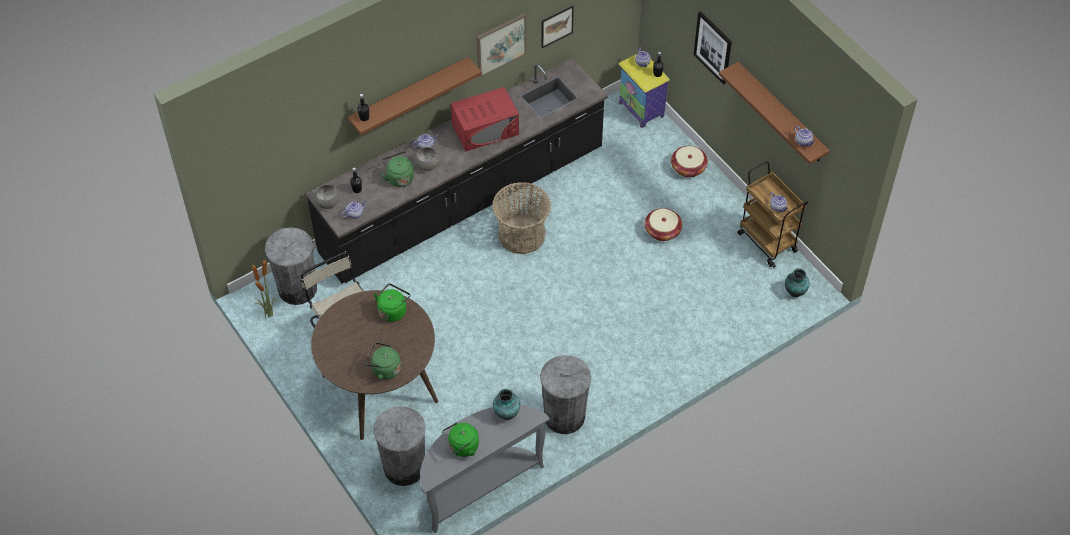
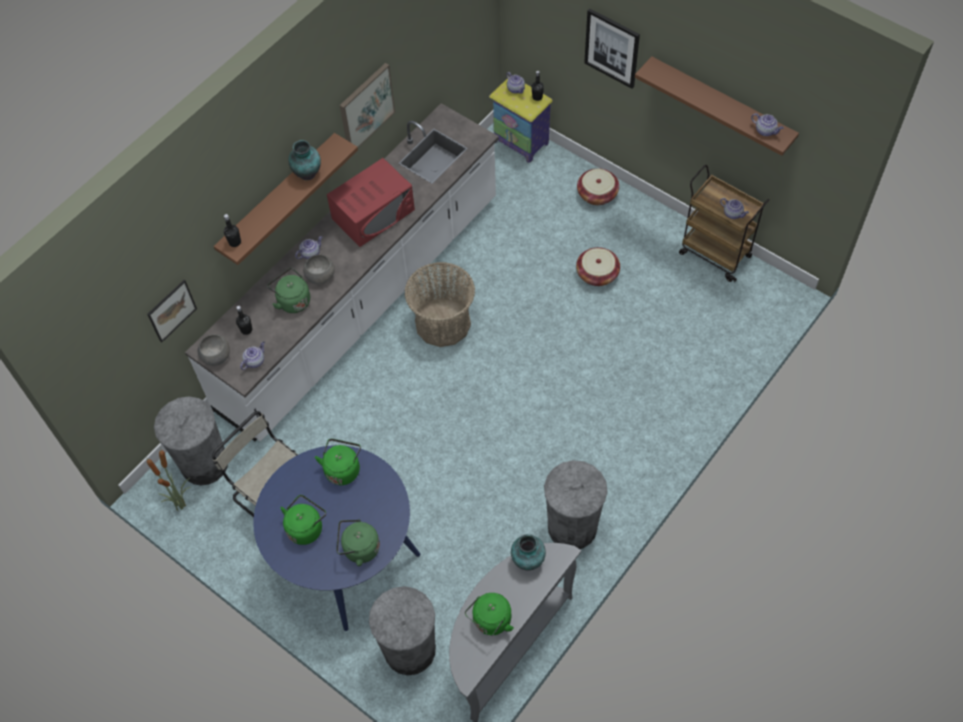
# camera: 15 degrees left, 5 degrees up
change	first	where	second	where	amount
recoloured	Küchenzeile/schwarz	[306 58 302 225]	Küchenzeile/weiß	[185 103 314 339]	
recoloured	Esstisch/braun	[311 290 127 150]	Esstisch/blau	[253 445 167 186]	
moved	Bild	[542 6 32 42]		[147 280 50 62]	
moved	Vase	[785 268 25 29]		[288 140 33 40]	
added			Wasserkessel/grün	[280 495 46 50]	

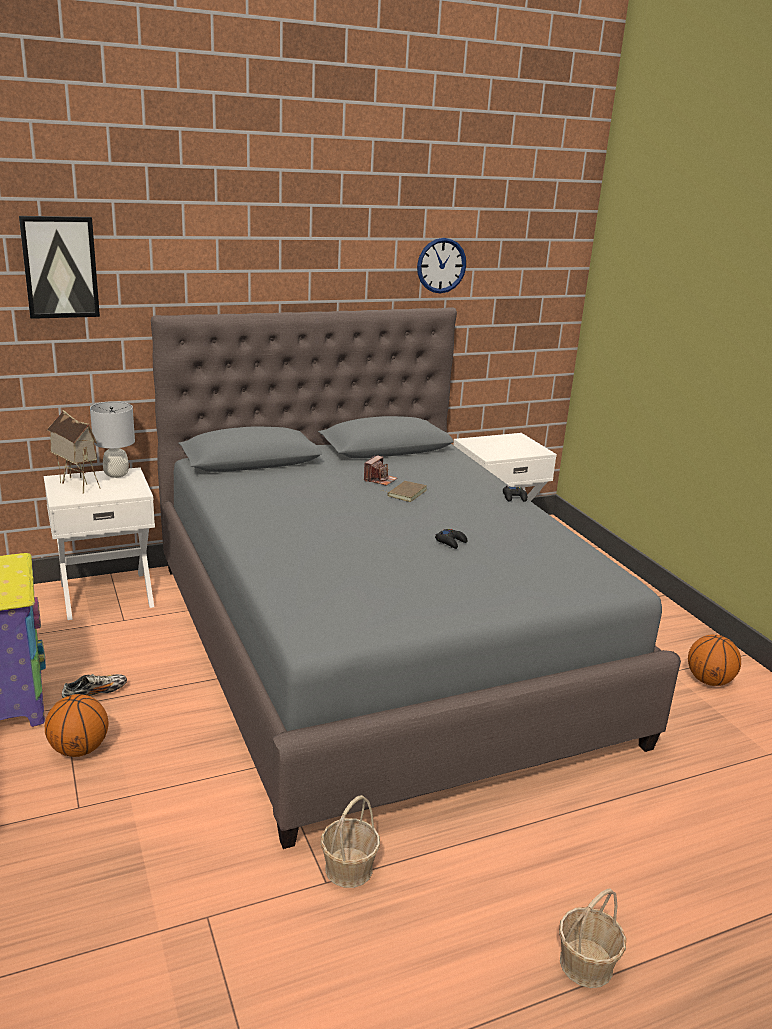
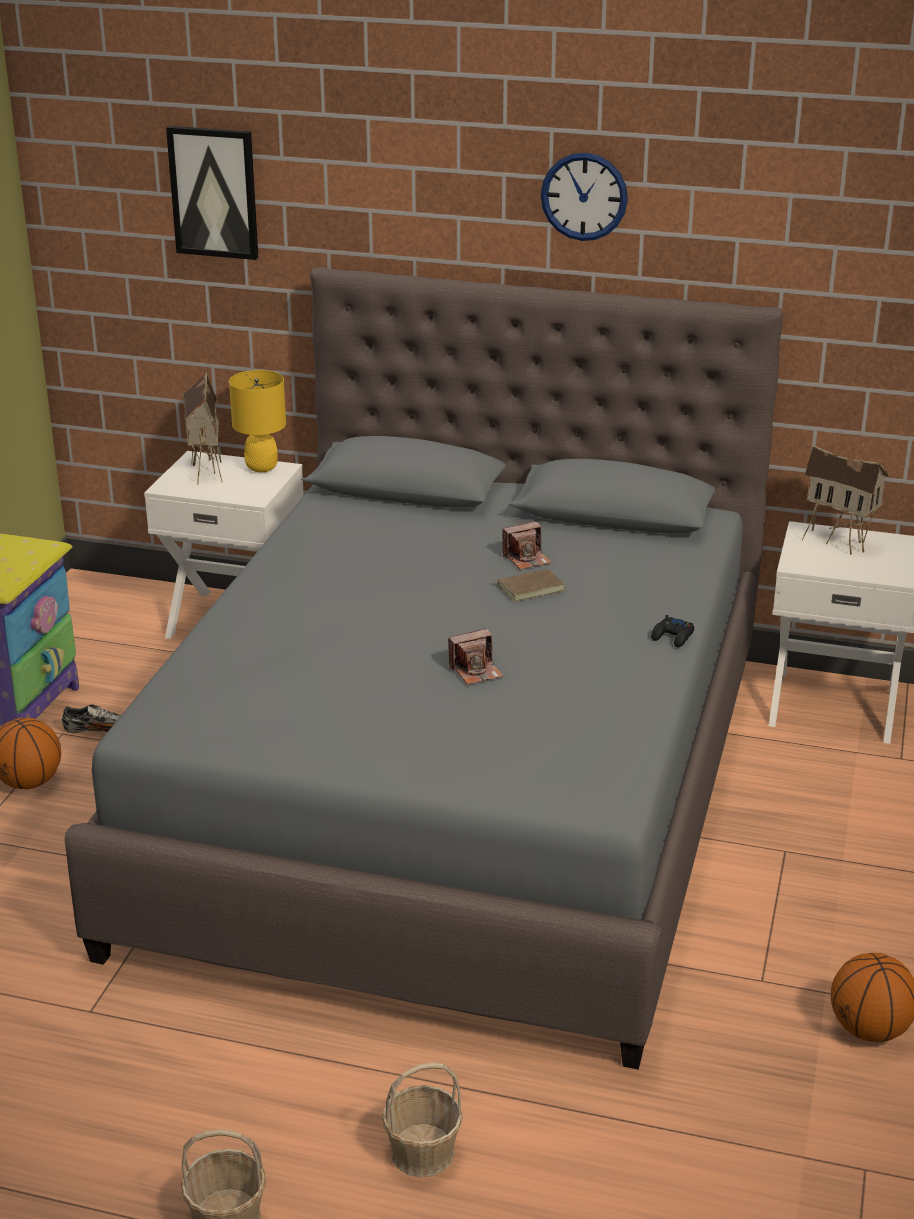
# camera: 40 degrees right, 5 degrees up
change	first	where	second	where	amount
recoloured	Tischlampe/grau	[90 401 45 77]	Tischlampe/gelb	[229 370 57 103]	
moved	Korb	[321 795 59 93]		[382 1062 81 115]	
moved	Wanduhr	[417 238 49 55]		[541 153 87 88]	
replaced	Gamepad/schwarz	[435 529 32 20]	Kamera	[448 628 55 57]	
added			Spielzeughaus	[801 445 89 110]	

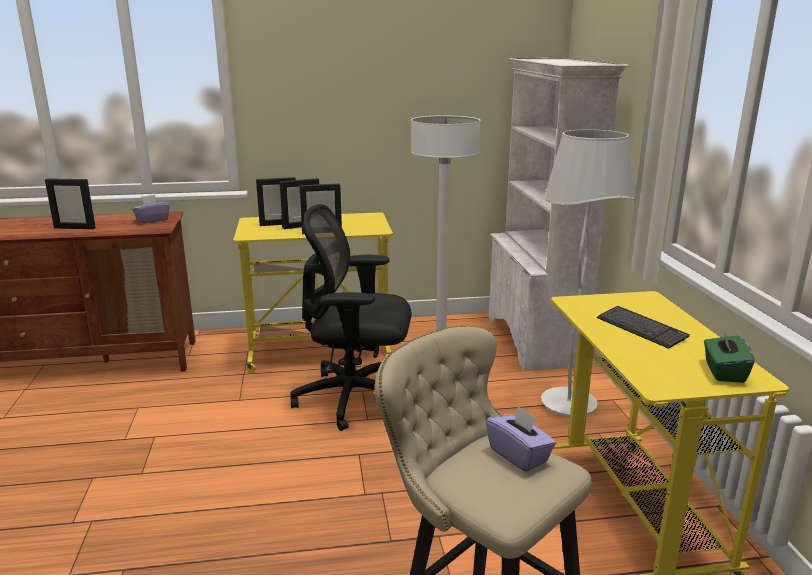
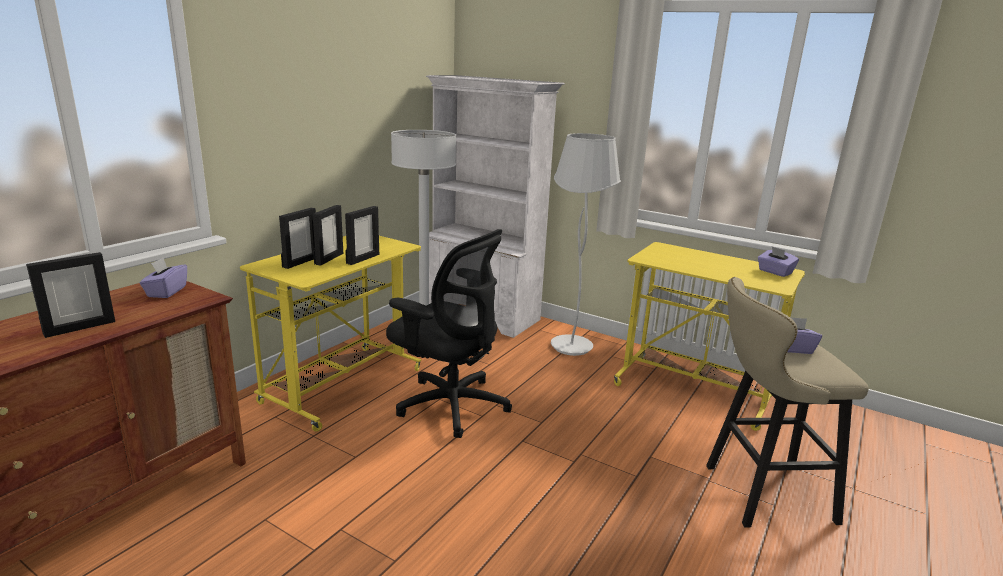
# camera: 50 degrees left, 0 degrees up
change	first	where	second	where	amount
turned	Bürostuhl/schwarz	[290 204 121 227]		[386 229 126 209]	105 degrees counterclockwise
removed	Tastatur	[597 306 93 43]			
recoloured	Taschentuchbox/grün	[704 332 51 51]	Taschentuchbox/lila	[758 247 41 30]	

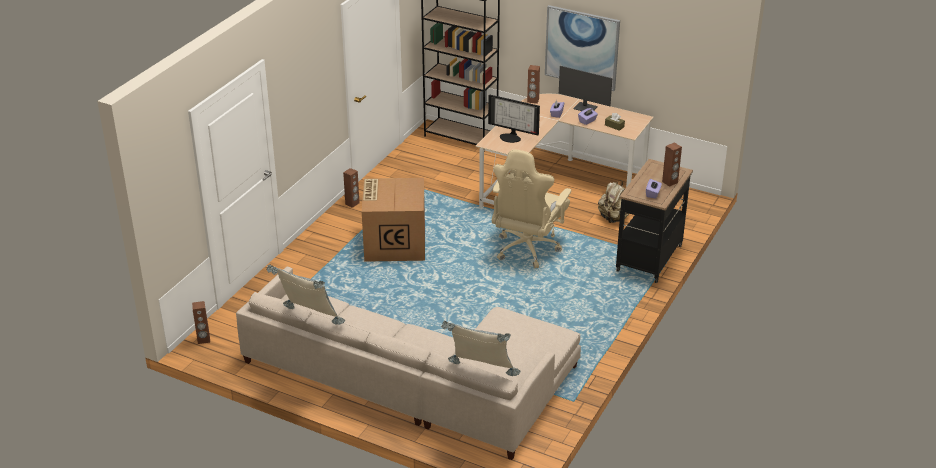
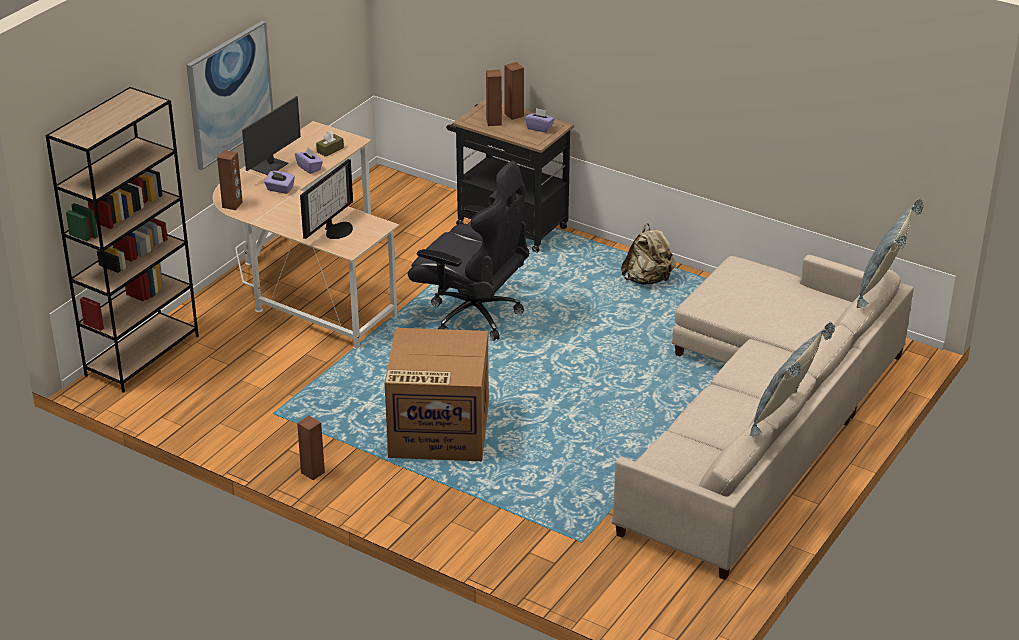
# camera: 85 degrees left, 0 degrees up
change	first	where	second	where	amount
moved	Lautsprecher/braun	[192 301 18 43]		[486 69 16 57]	
recoloured	Bürostuhl/beige	[492 150 79 119]	Bürostuhl/schwarz	[408 161 121 180]	
moved	Rucksack/beige	[598 180 31 43]		[621 223 55 62]	

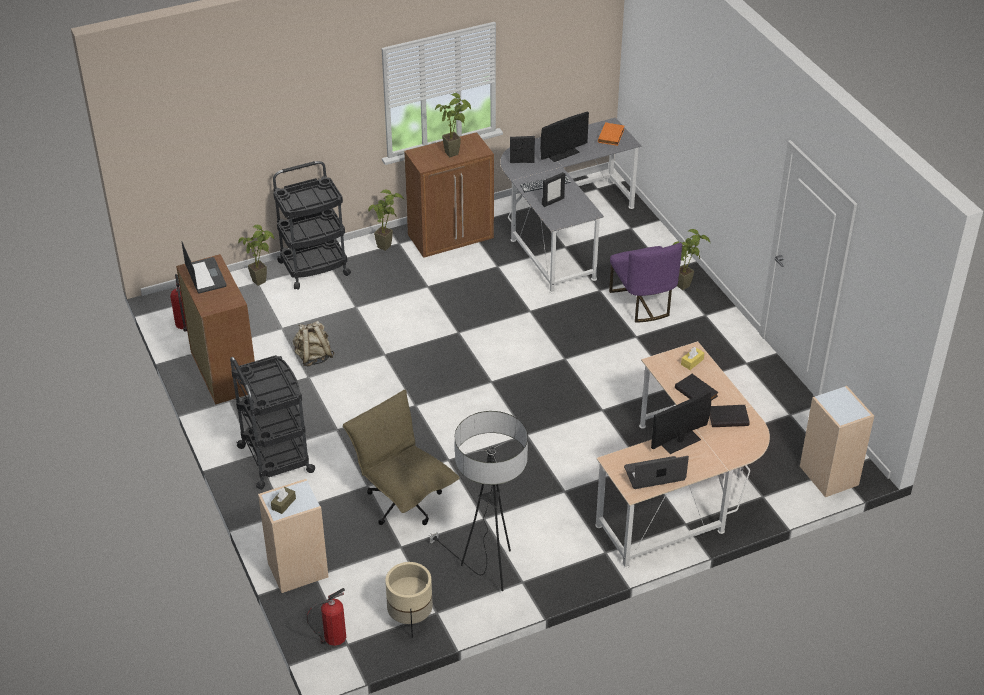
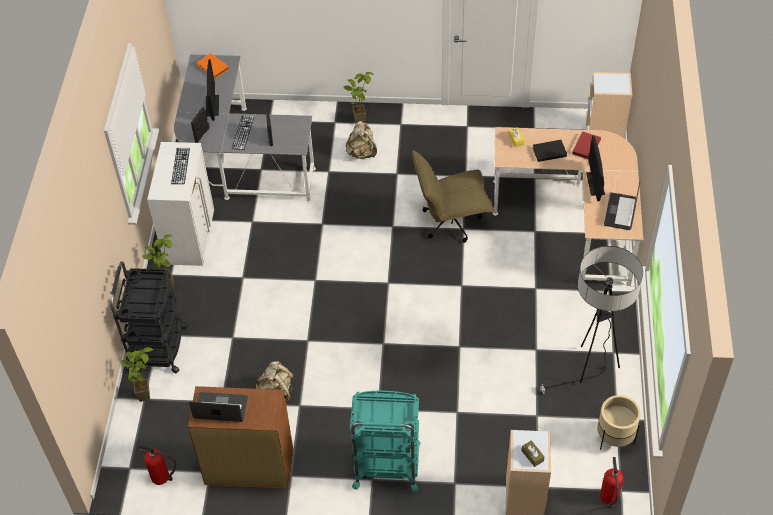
# camera: 60 degrees left, 10 degrees up
change	first	where	second	where	amount
recoloured	Rollwagen/schwarz	[230 355 85 135]	Rollwagen/türkis	[350 391 70 101]	
moved	Bürostuhl/beige	[343 390 117 135]		[412 150 83 93]	
recoloured	Schrank/braun	[404 132 90 126]	Schrank/weiß	[147 142 67 124]	
replaced	Topfpflanze	[435 93 36 64]	Tastatur	[171 148 19 36]	
replaced	Stuhl/lila	[609 243 73 80]	Rucksack/beige	[346 121 31 38]	
recoloured	Buch/schwarz	[710 405 40 22]	Buch/rot	[572 131 29 29]	

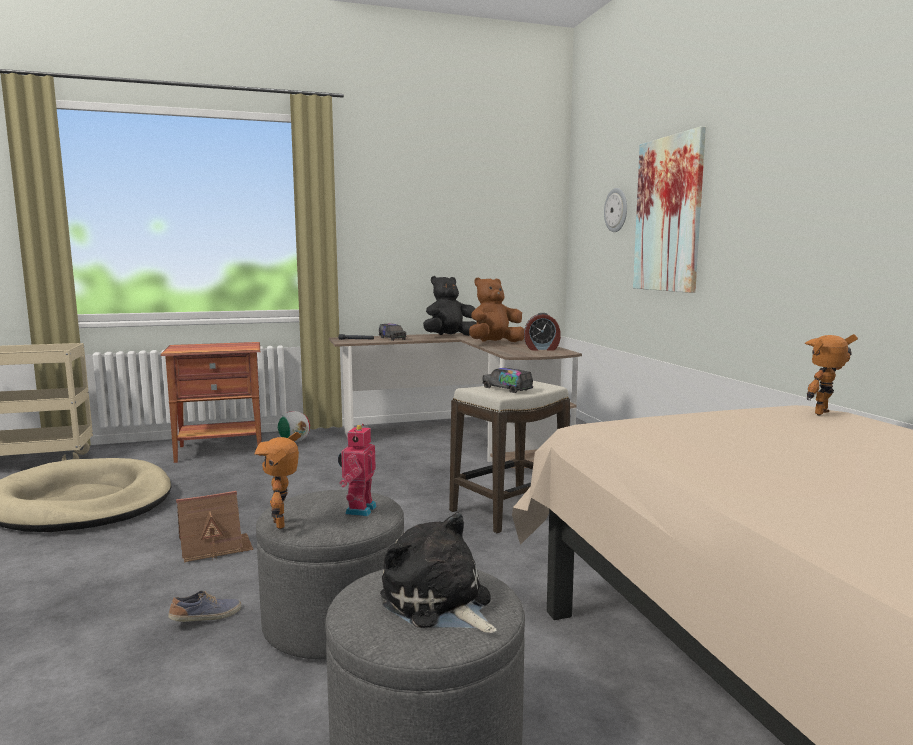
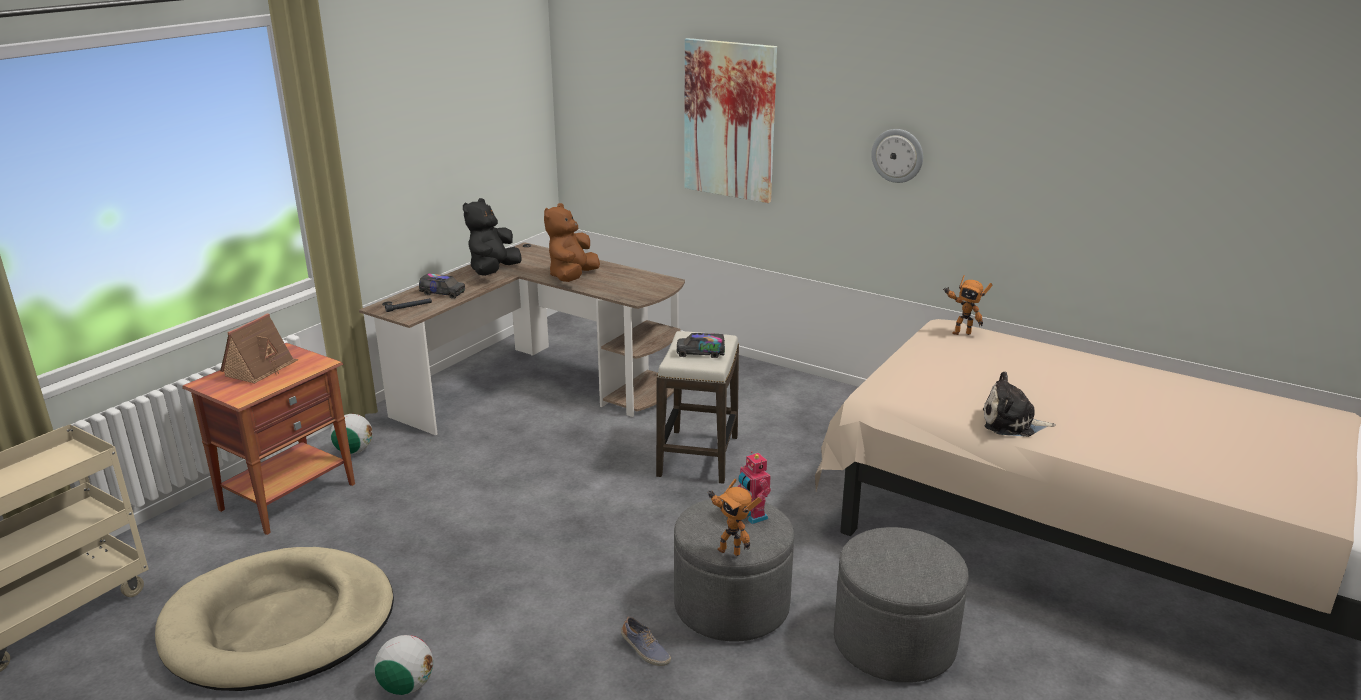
# camera: 40 degrees left, 15 degrees up
change	first	where	second	where	amount
turned	Schuh	[168 591 73 31]		[621 617 50 49]	120 degrees clockwise
moved	Spielzeughaus	[176 491 77 72]		[220 313 79 70]	
moved	Plüschtier	[380 513 116 120]		[983 372 73 65]	
removed	Wecker	[524 313 37 37]			
moved	Wanduhr	[604 188 23 44]		[871 129 52 54]	
turned	Spielzeugroboter	[805 334 53 81]		[943 275 49 60]	90 degrees counterclockwise
added			Fußball	[374 635 59 60]	

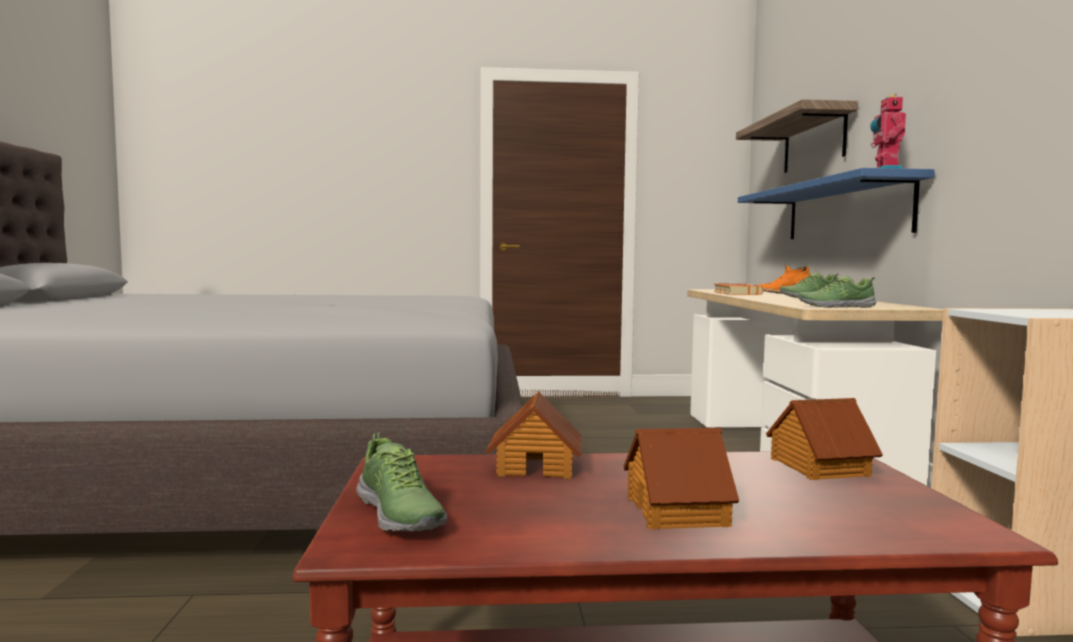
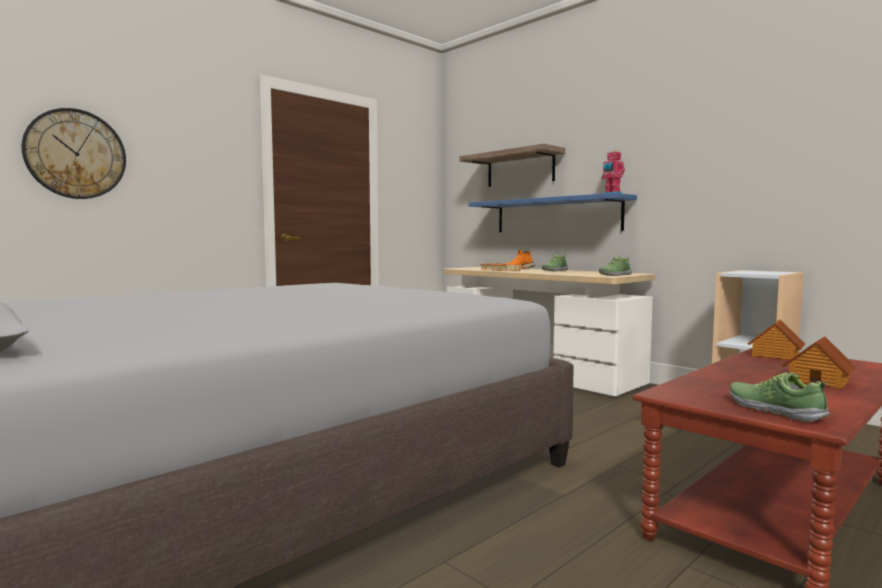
# camera: 40 degrees left, 0 degrees up
change	first	where	second	where	amount
turned	Schuh	[357 432 90 100]		[730 372 100 50]	135 degrees counterclockwise
removed	Spielzeughaus	[485 391 97 88]			
added			Wanduhr	[21 108 105 91]	

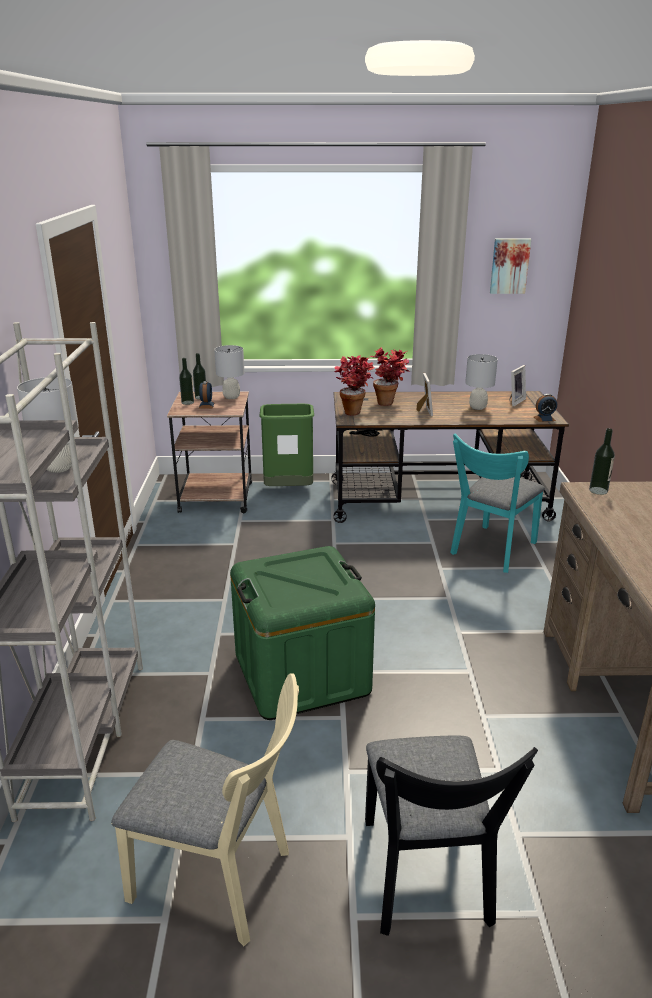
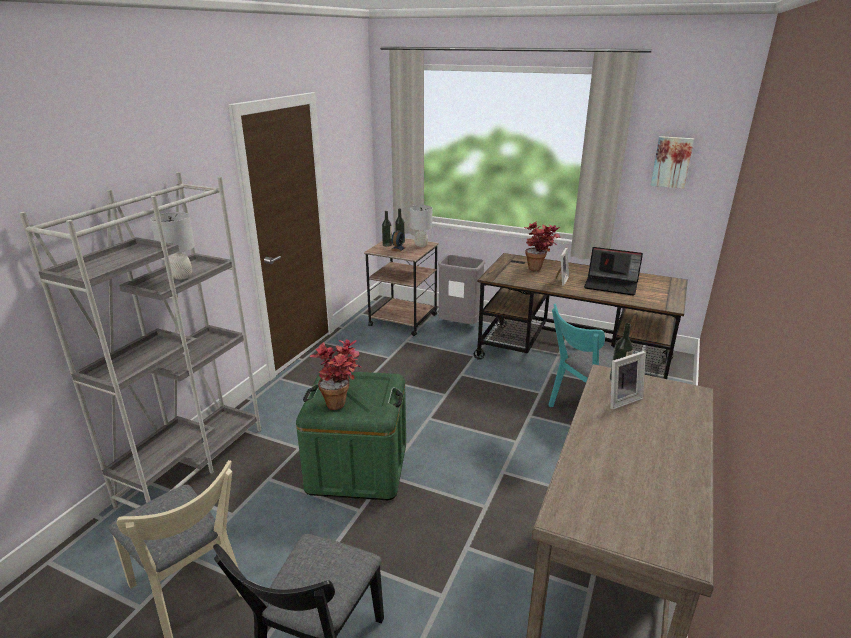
# camera: 25 degrees right, 0 degrees up
change	first	where	second	where	amount
recoloured	Mülleimer/grün	[259 404 55 82]	Mülleimer/grau	[438 255 47 69]	
moved	Topfpflanze	[334 356 41 60]		[309 339 53 71]	
replaced	Tischlampe/grau	[465 354 33 56]	Laptop	[584 247 59 49]	
moved	Bilderrahmen	[509 365 17 41]		[610 351 36 59]	
removed	Wecker	[534 394 23 28]			

